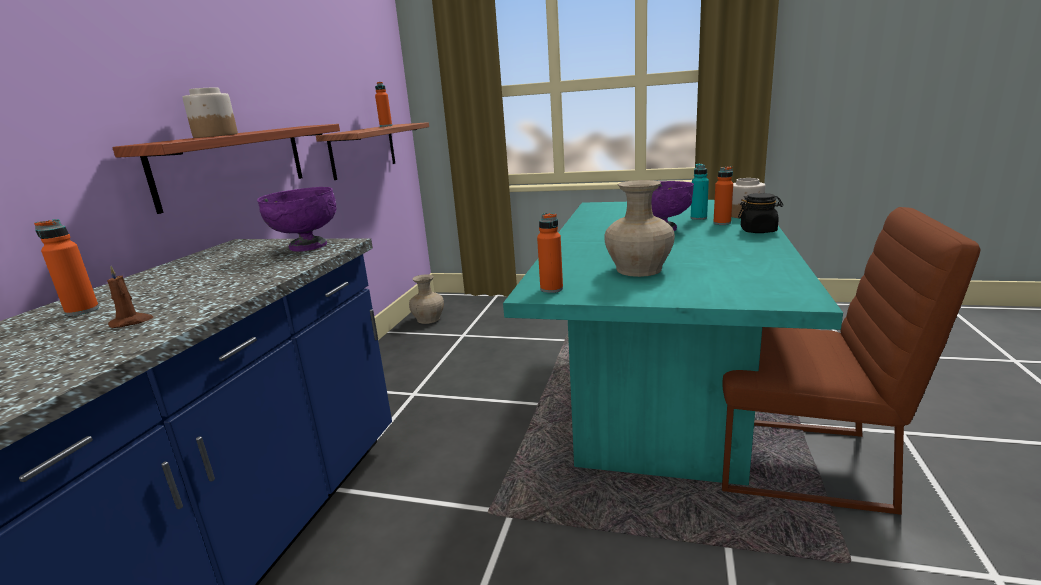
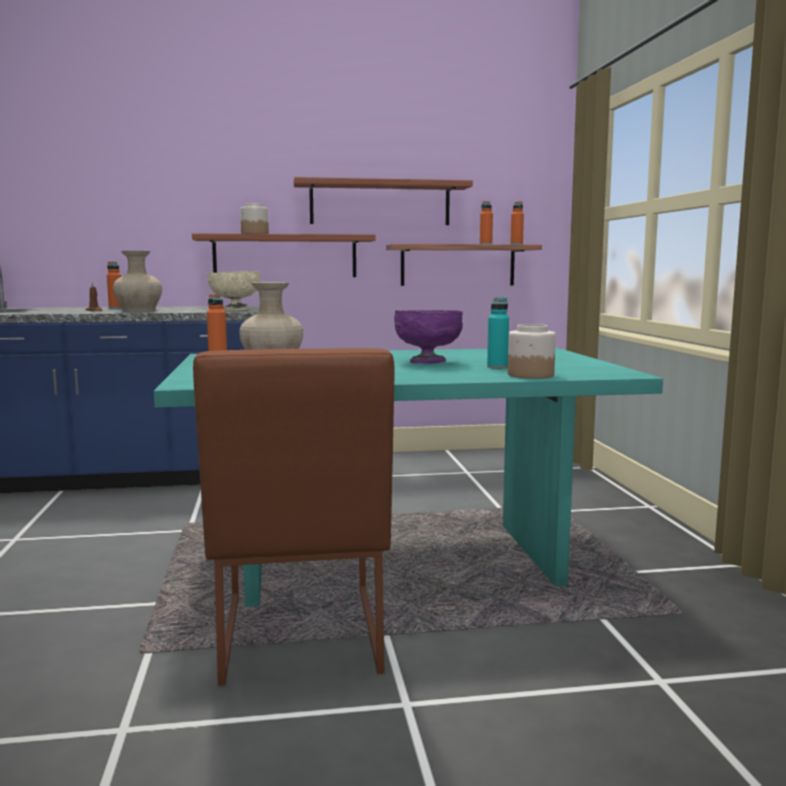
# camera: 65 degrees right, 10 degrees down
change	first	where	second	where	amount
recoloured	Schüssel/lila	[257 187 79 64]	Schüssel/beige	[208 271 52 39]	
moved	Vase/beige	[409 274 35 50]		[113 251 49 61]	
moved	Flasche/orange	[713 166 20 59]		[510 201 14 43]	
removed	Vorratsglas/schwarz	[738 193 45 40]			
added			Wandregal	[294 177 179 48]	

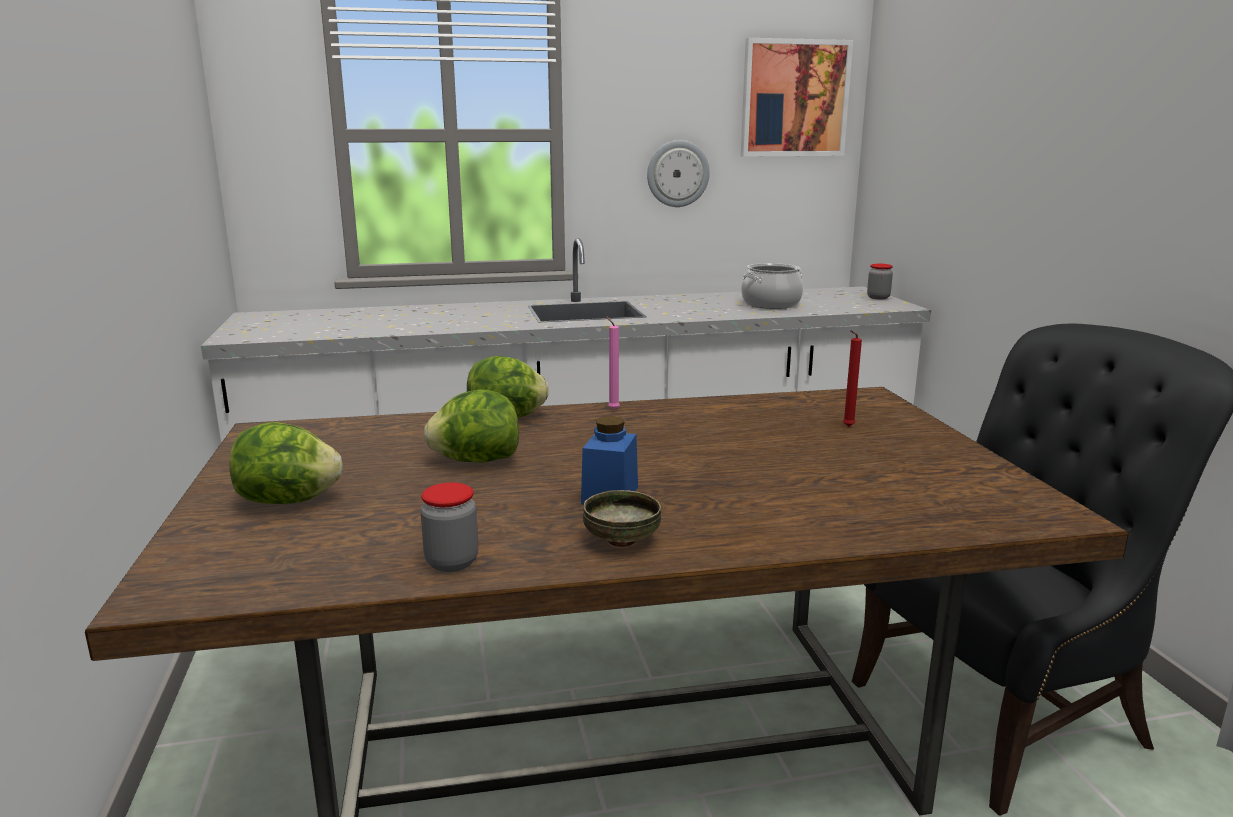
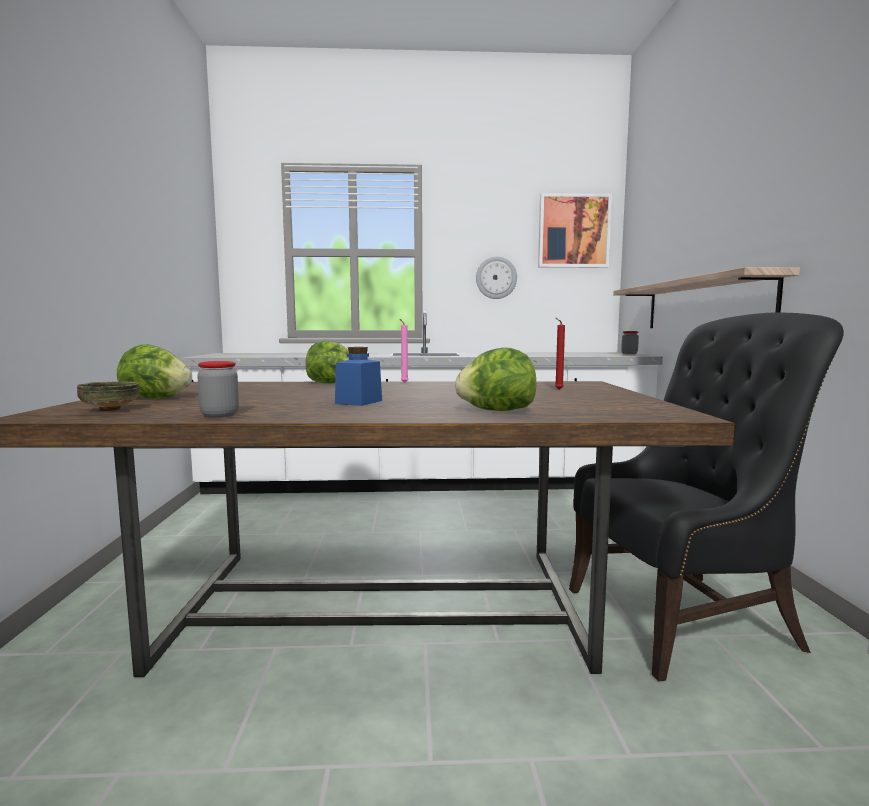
# camera: 10 degrees right, 10 degrees down
change	first	where	second	where	amount
moved	Salatkopf	[424 390 95 73]		[455 347 81 64]	
moved	Schüssel	[583 490 78 57]		[77 381 62 31]	
removed	Kochtopf	[741 263 62 46]			
added			Wandregal	[613 267 187 61]	

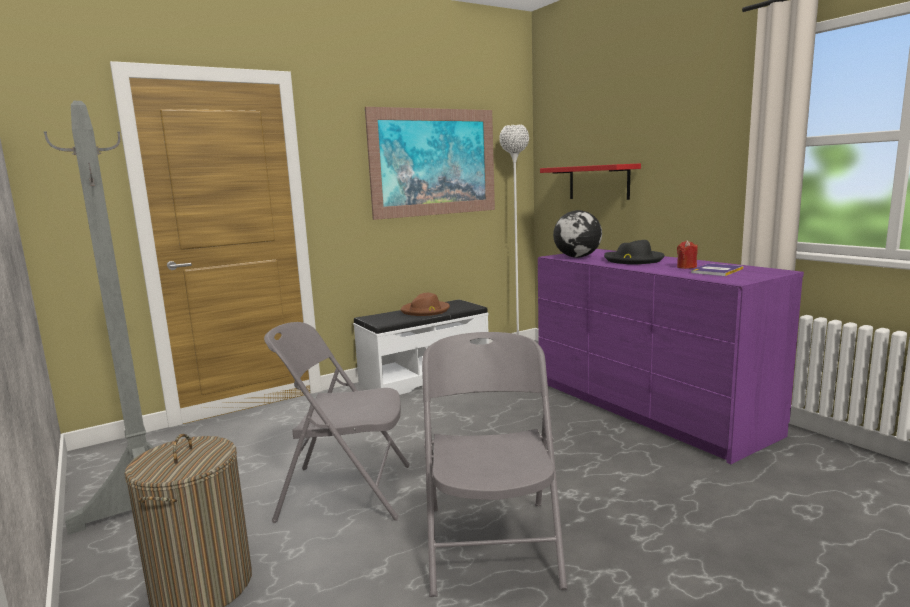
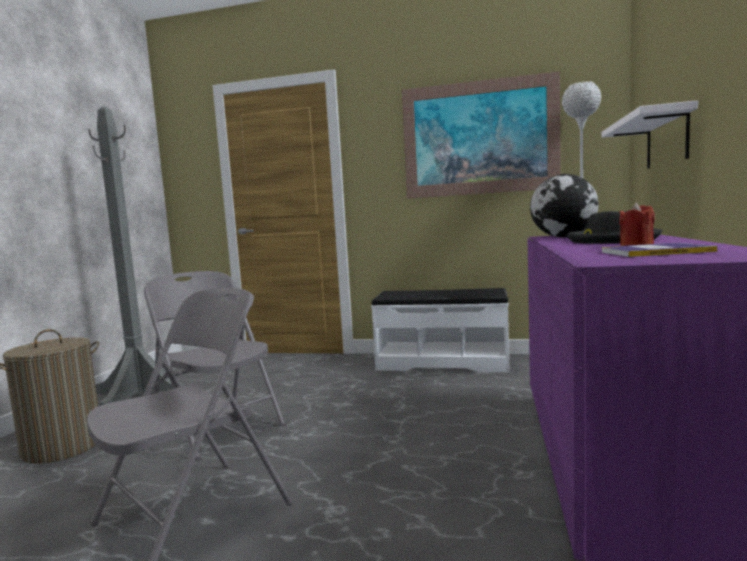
# camera: 45 degrees right, 5 degrees down
change	first	where	second	where	amount
removed	Hut/braun	[401 293 49 23]			
recoloured	Wandregal/rot	[540 163 101 37]	Wandregal/weiß	[601 101 97 68]	

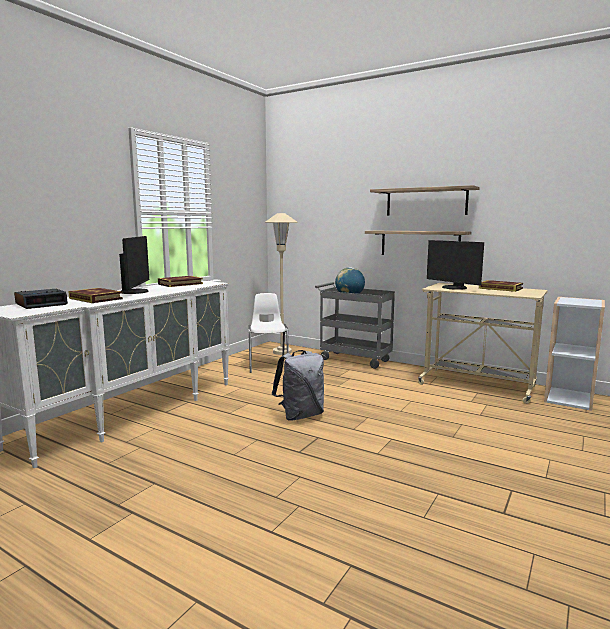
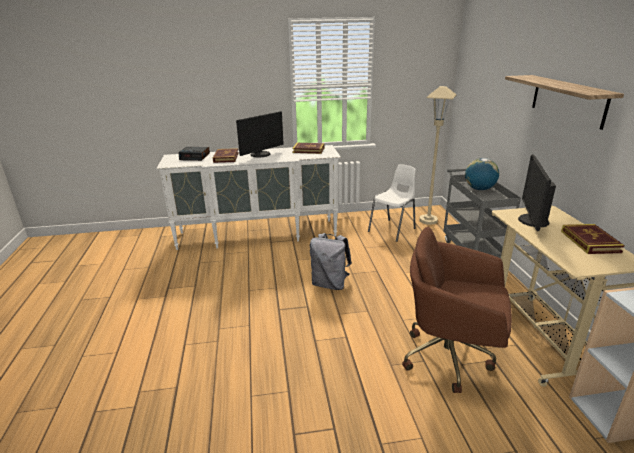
# camera: 50 degrees right, 15 degrees up
change	first	where	second	where	amount
removed	Wandregal	[365 231 107 24]			
added			Bürostuhl/braun	[402 227 110 166]	

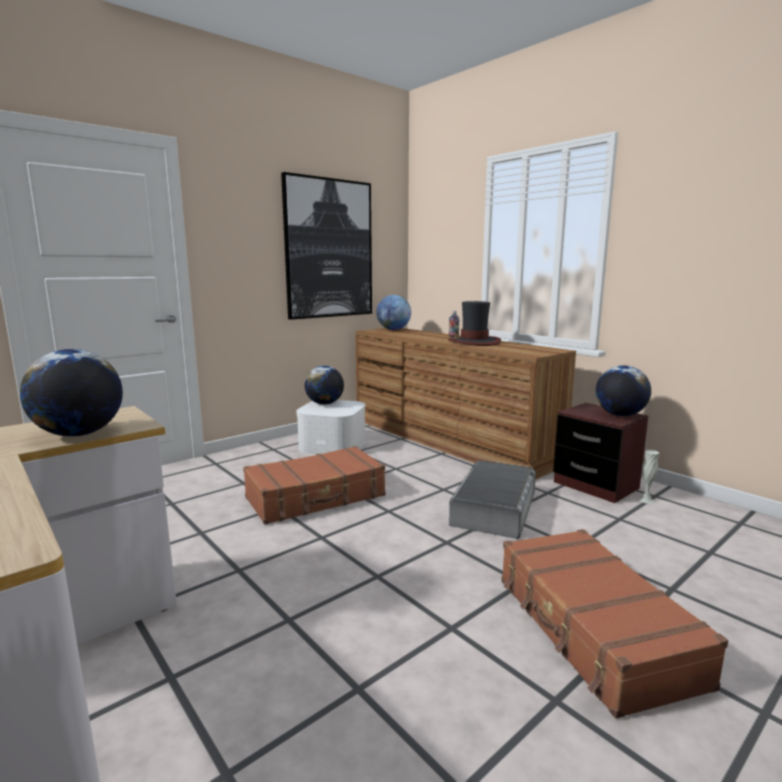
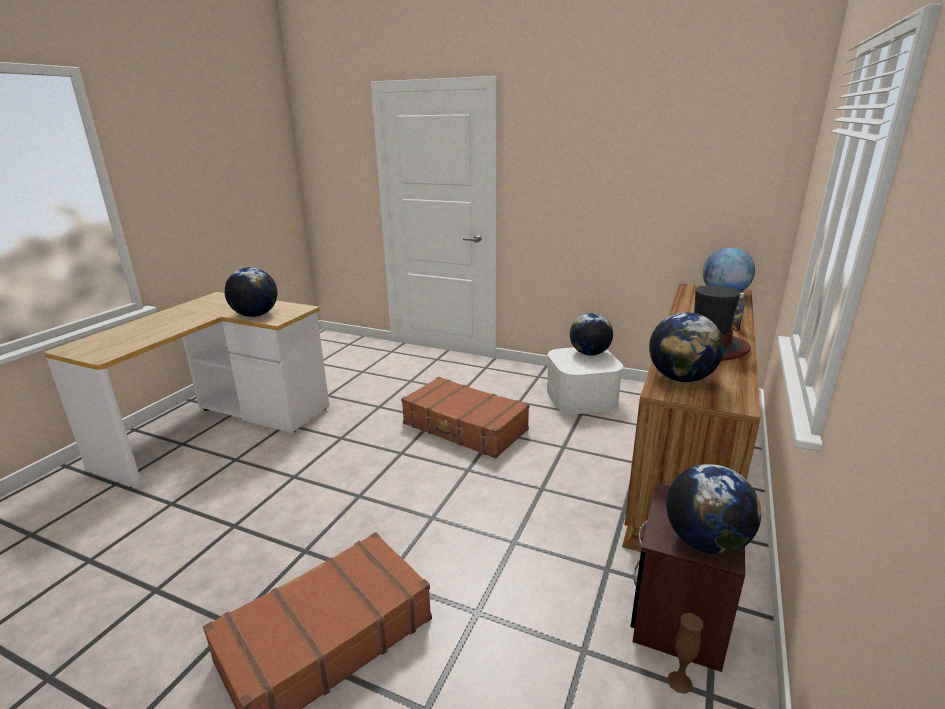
# camera: 65 degrees right, 10 degrees up
change	first	where	second	where	amount
removed	Bild	[281 172 91 148]			
removed	Aufbewahrungsbox/grau	[449 460 87 79]			
recoloured	Vase/weiß	[638 450 21 54]	Vase/braun	[667 613 36 81]	
added			Globus	[649 312 75 70]	

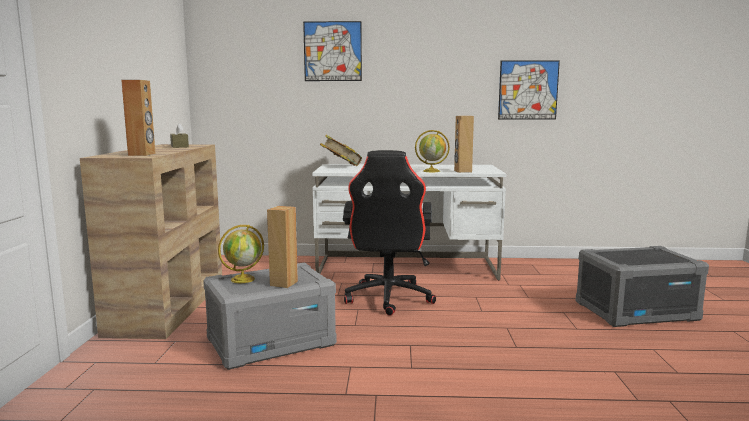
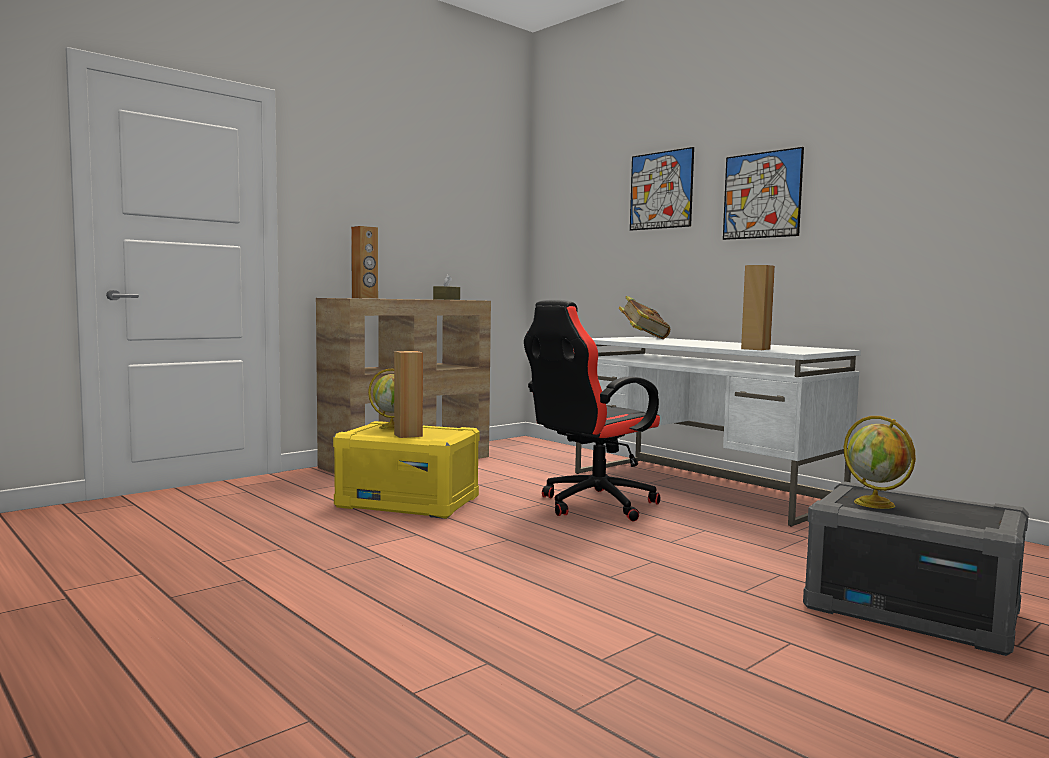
# camera: 45 degrees right, 5 degrees down
change	first	where	second	where	amount
recoloured	Aufbewahrungsbox/grau	[203 262 134 108]	Aufbewahrungsbox/gelb	[333 421 146 98]	
moved	Globus	[415 130 35 42]		[844 416 72 93]	
moved	Bild	[498 60 62 59]		[723 147 81 93]	

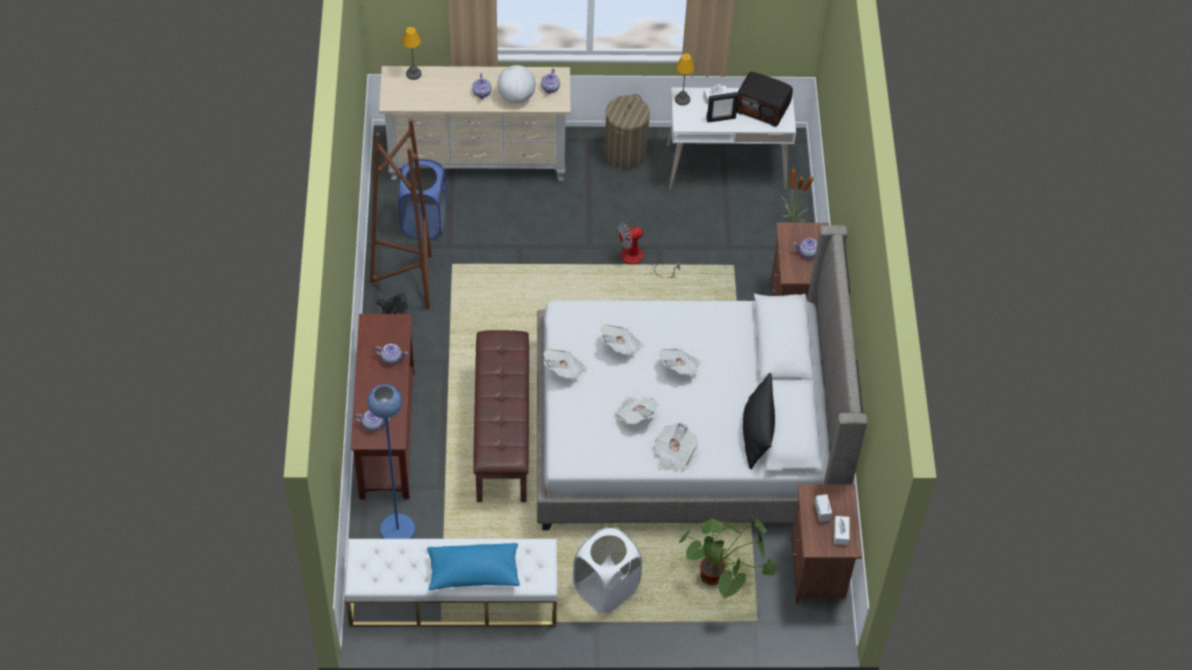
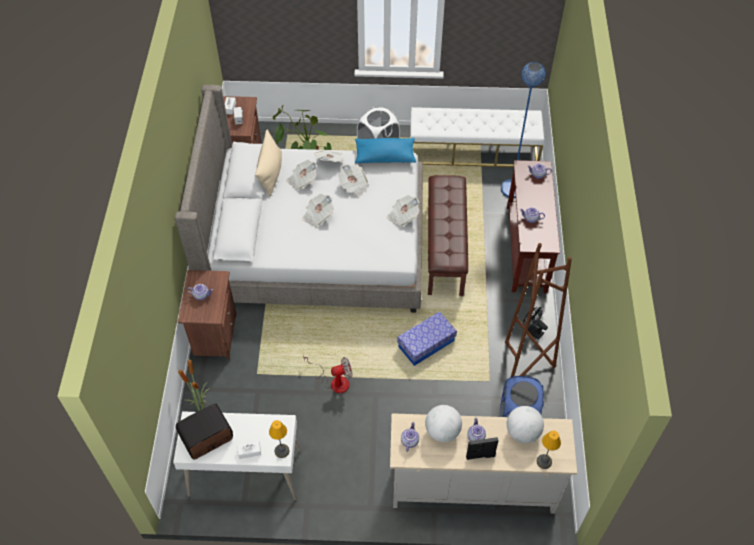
# camera: 175 degrees left, 0 degrees up
change	first	where	second	where	amount
moved	Kissen/blau	[427 543 93 47]		[355 138 61 25]	
moved	Zeitung	[600 324 44 32]		[287 160 30 30]	
removed	Wäschekorb	[604 94 46 75]			
moved	Bilderrahmen	[706 92 33 30]		[466 437 33 23]	
turned	Radio	[737 72 56 55]		[176 404 57 55]	60 degrees counterclockwise
recoloured	Kissen/schwarz	[743 373 32 96]	Kissen/beige	[255 130 27 67]	
added			Aufbewahrungsbox	[397 311 60 55]	
added			Globus	[507 406 37 37]	

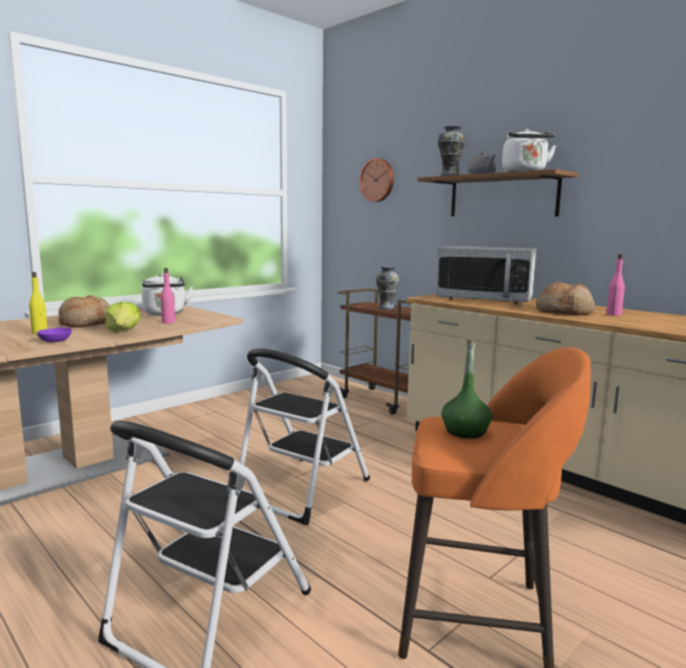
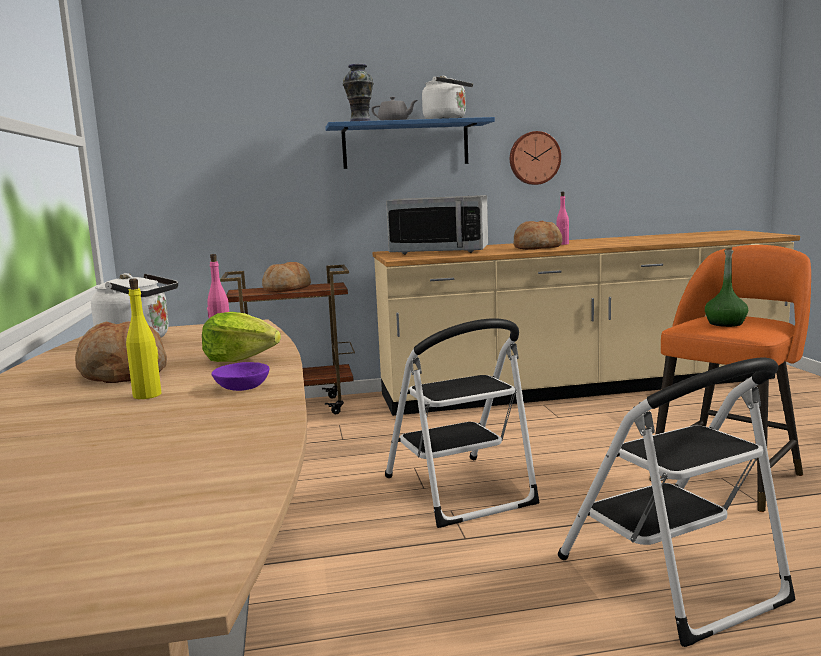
# camera: 55 degrees left, 0 degrees up
change	first	where	second	where	amount
moved	Wanduhr	[360 158 34 44]		[510 131 51 54]	
replaced	Vase	[376 266 23 44]	Brot	[262 262 49 30]	
recoloured	Wandregal/braun	[417 169 161 48]	Wandregal/blau	[325 117 170 52]	
turned	Mikrowelle	[436 246 100 57]		[386 195 102 60]	45 degrees clockwise

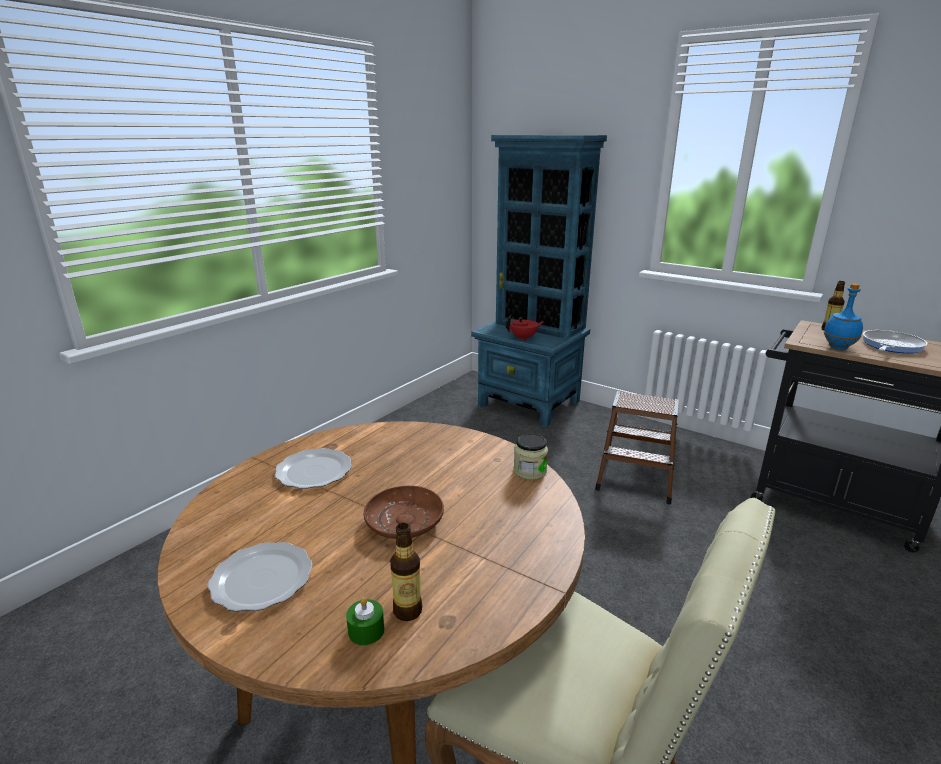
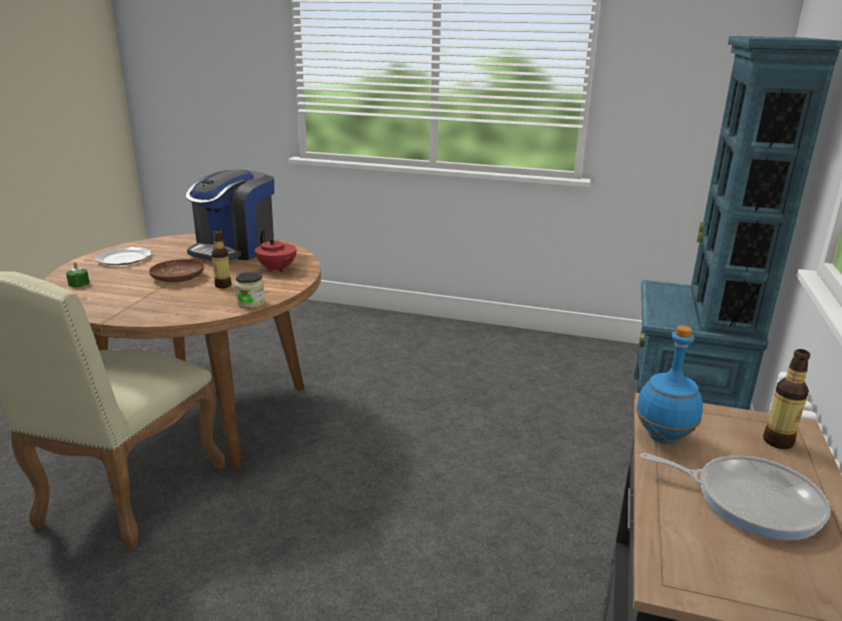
# camera: 70 degrees right, 0 degrees up
change	first	where	second	where	amount
replaced	Teller	[275 448 77 41]	Kaffeemaschine	[185 169 89 92]	
moved	Flasche	[390 523 32 98]		[211 230 20 58]	
moved	Teekanne/rot	[506 315 38 26]		[255 230 42 43]	
removed	Trittleiter/braun	[595 391 84 114]			

